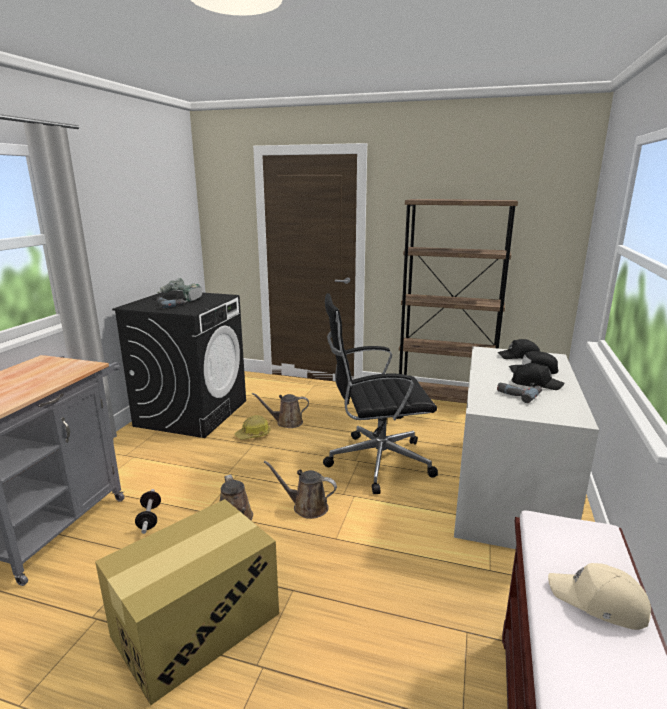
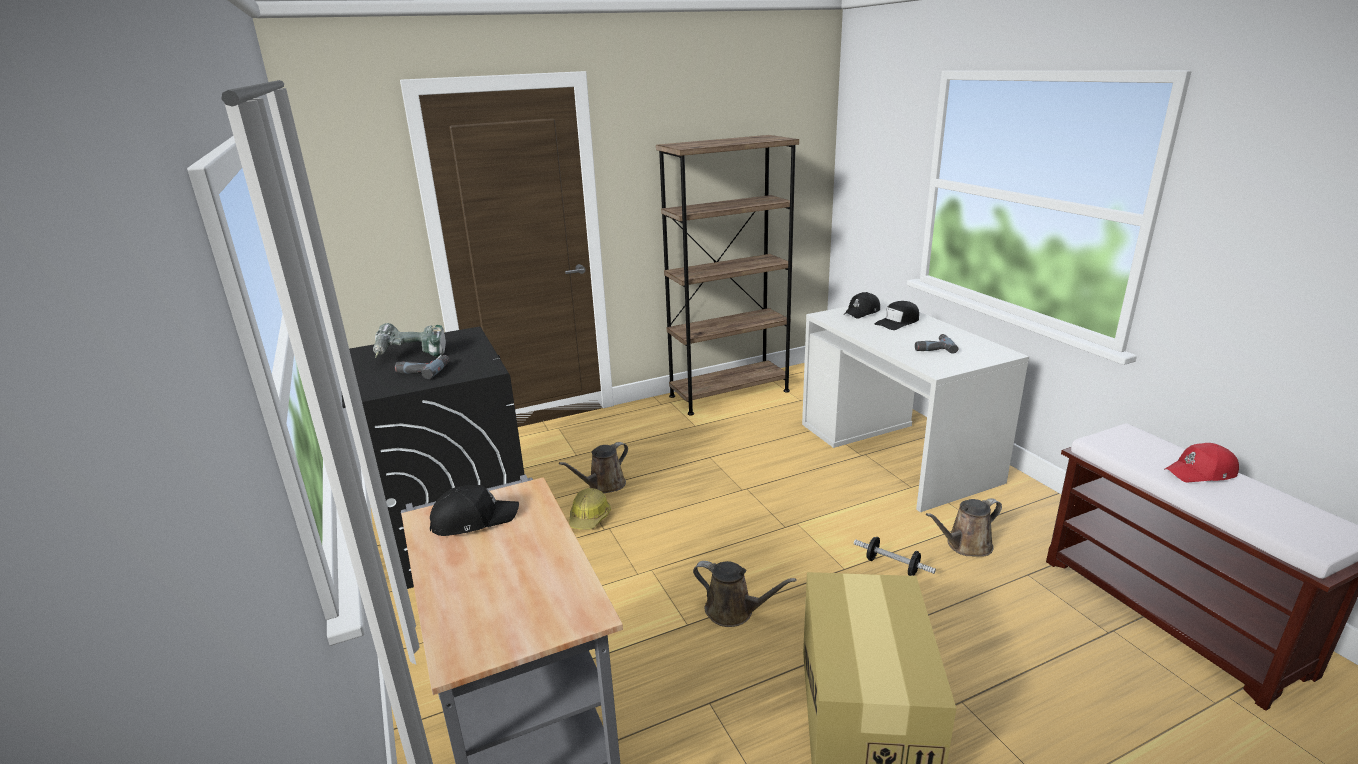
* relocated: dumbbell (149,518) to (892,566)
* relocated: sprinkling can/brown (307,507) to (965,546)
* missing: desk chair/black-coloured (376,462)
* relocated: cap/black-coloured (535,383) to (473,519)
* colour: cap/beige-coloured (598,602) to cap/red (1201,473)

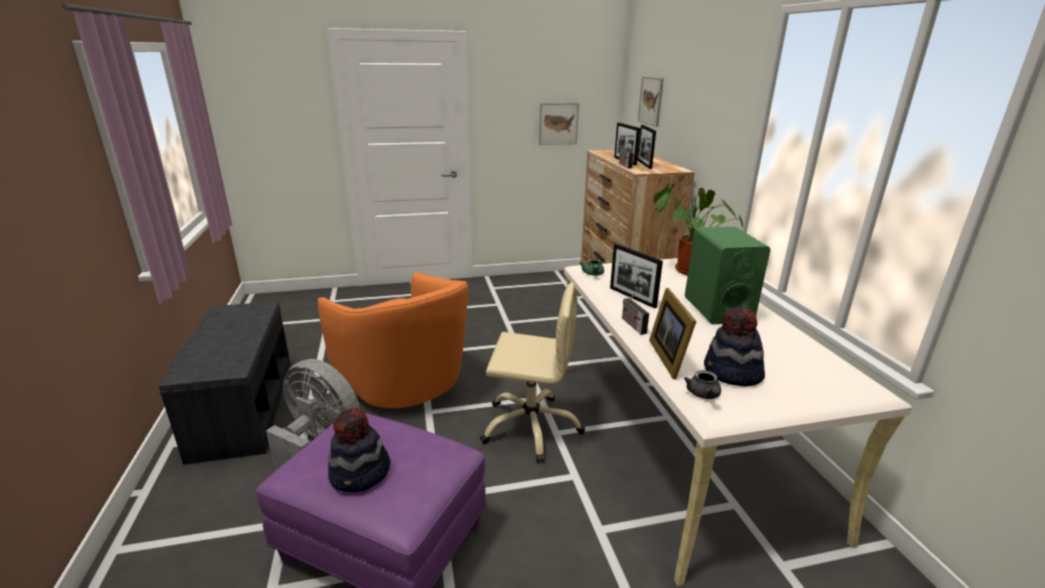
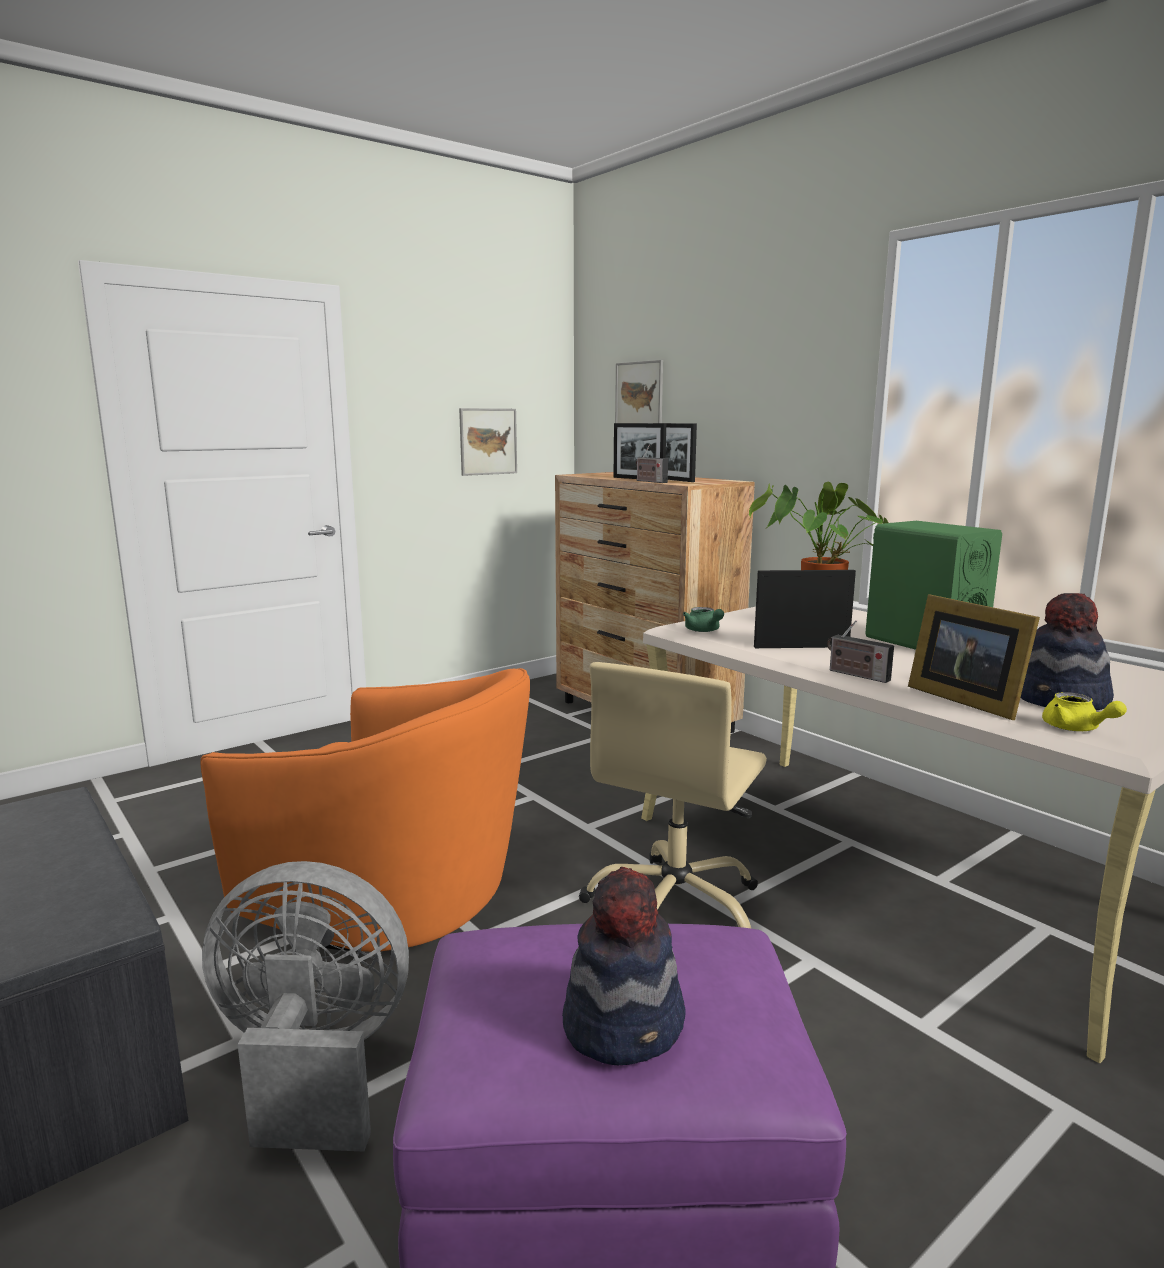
* spun: desk chair/beige-coloured (531,426) = (676,909) 135 degrees clockwise
* spun: photo frame (632,297) = (801,647) 150 degrees clockwise
* colour: tea pot/greyish (704,395) to tea pot/yellow-coloured (1076,729)

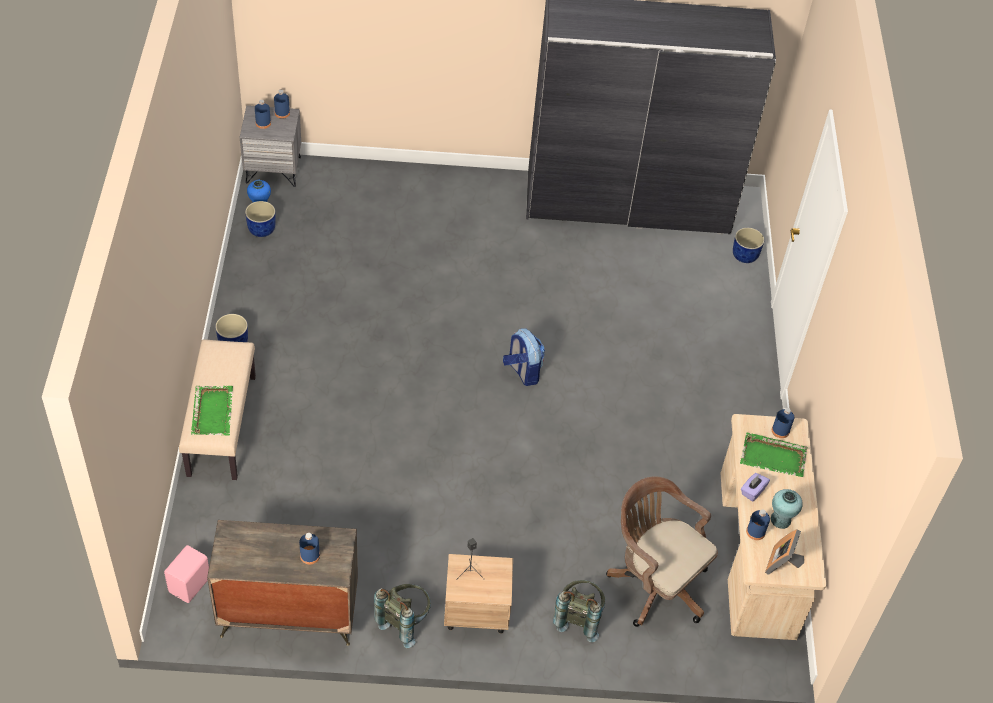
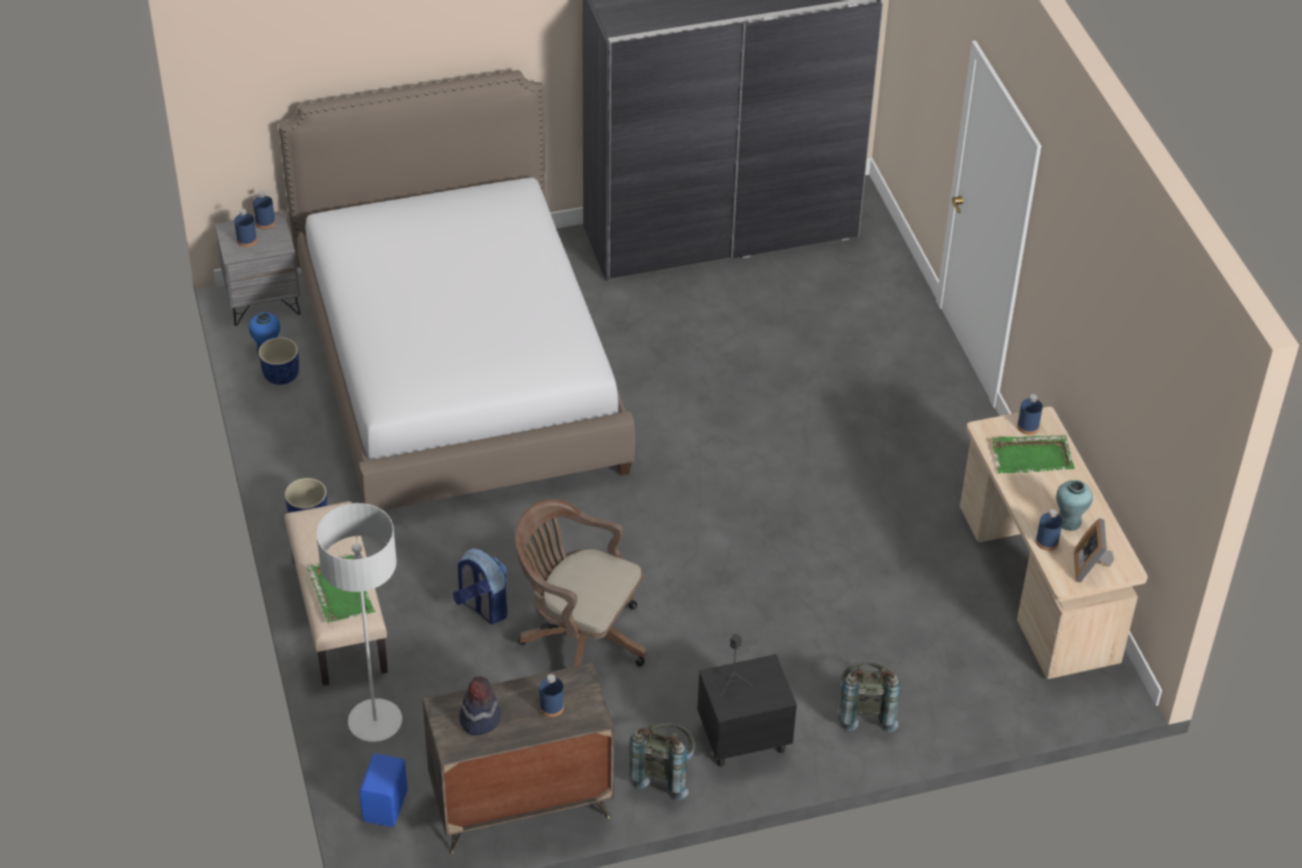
* colour: loudspeaker/pink-coloured (191,585) to loudspeaker/bluish (387,806)
* colour: nightstand/beige-coloured (475,612) to nightstand/black-coloured (742,738)
* relocated: backpack (522,371) to (482,607)
* relocated: desk chair/brown (654,582) to (578,637)
* missing: plant pot/bluish (744,255)
* missing: box of tissues/purple-coloured (752,491)
* appeared: bedroom bed (459,371)
* appeared: standing lamp/greyish (375,722)
* appeared: clothing hat (479,718)

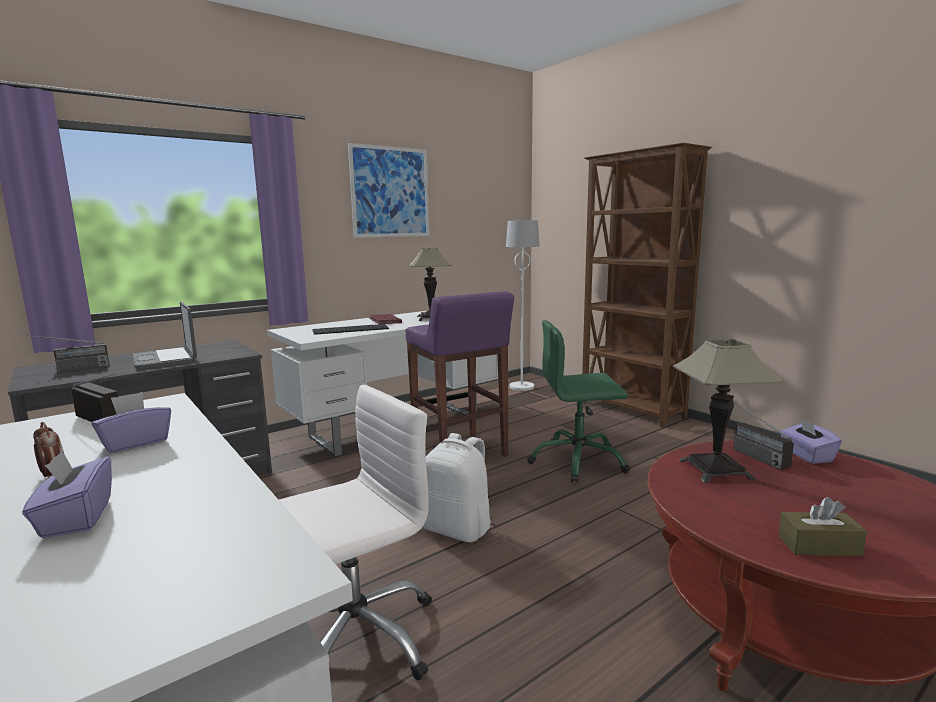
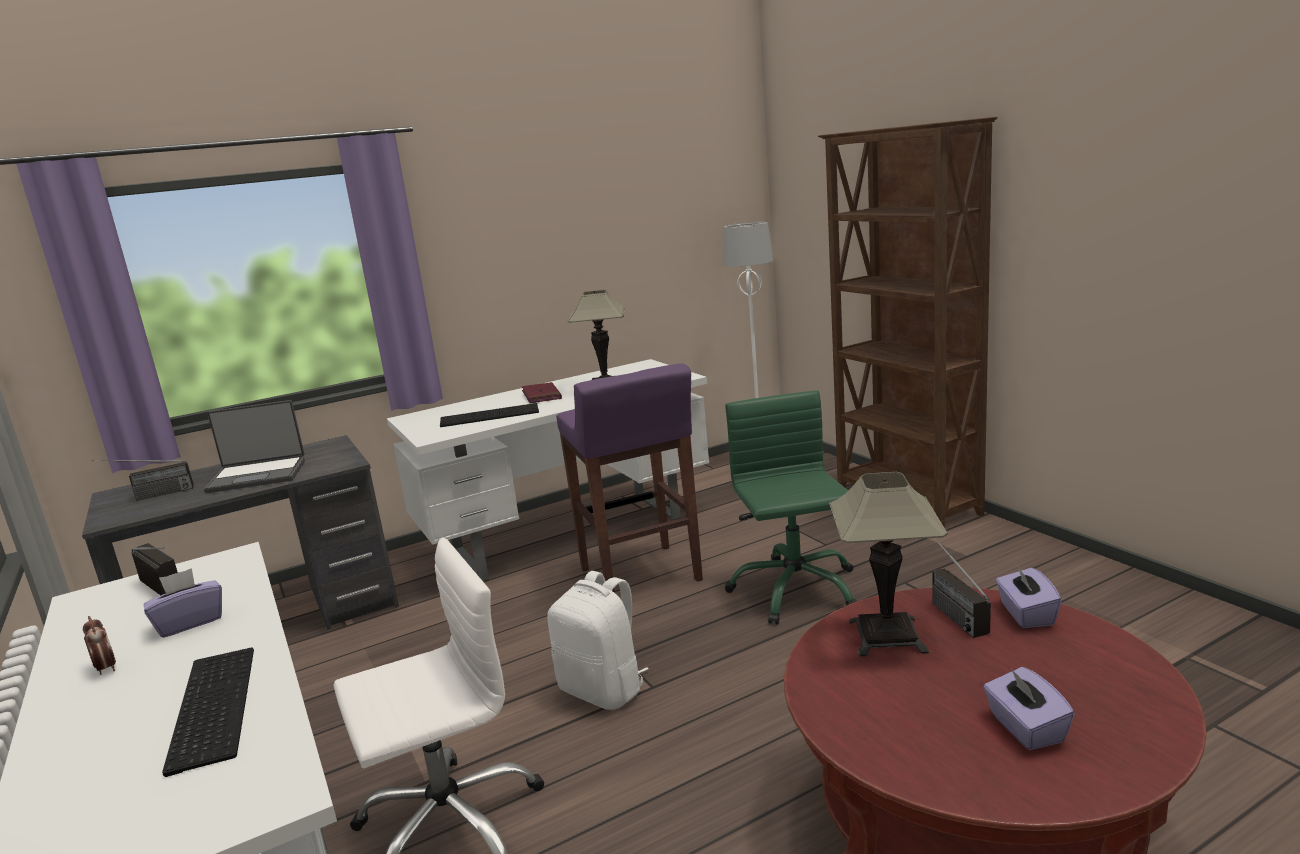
* relocated: box of tissues/purple-coloured (76,518) to (1025,728)
* spun: laptop (166,359) = (258,475) 75 degrees counterclockwise
* missing: picture (390,192)
* spun: desk chair/green-coloured (578,461) = (794,589) 75 degrees clockwise
* missing: box of tissues/brown (819,546)
* appeared: computer keyboard (209,706)

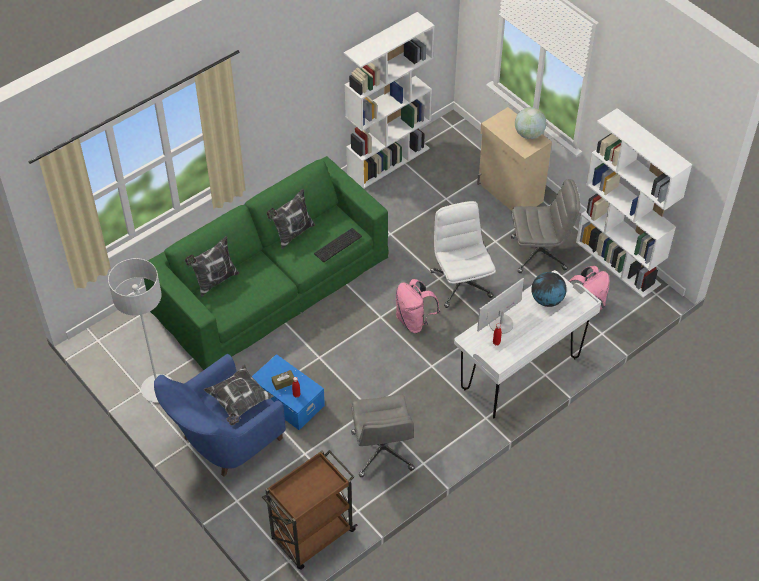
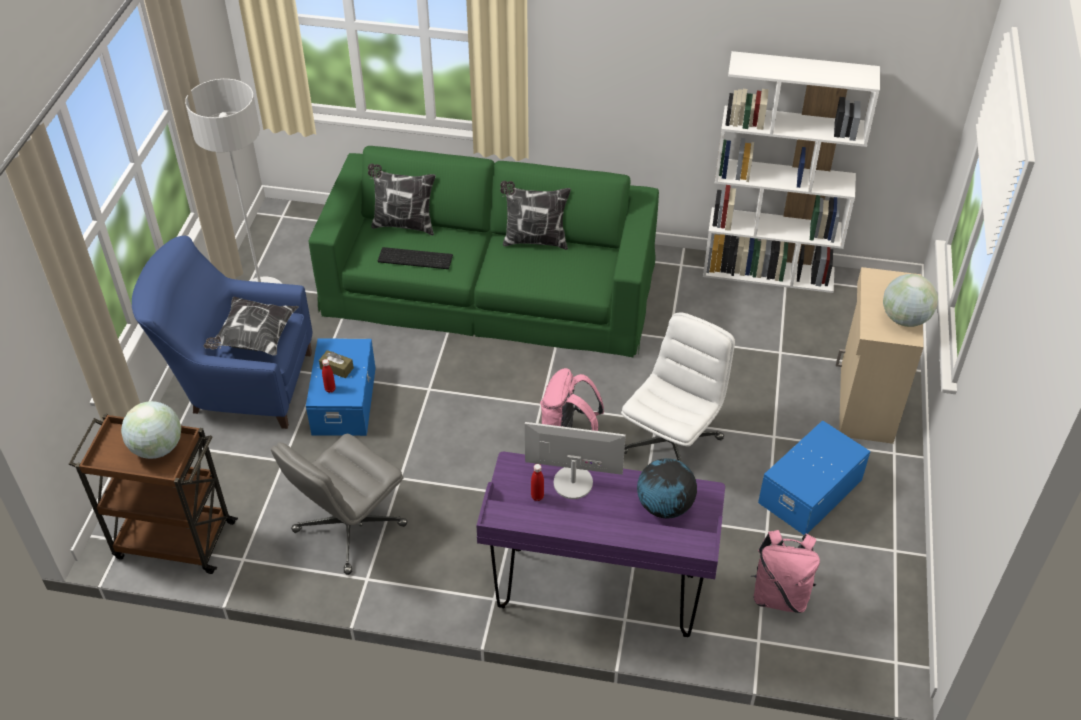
* relocated: computer keyboard (338,246) to (414,259)
* colour: desk table/white (520,374) to desk table/purple-coloured (598,592)
* exchanged: desk chair/greyish (539,253) to storage box/bluish (809,491)
* missing: shelving unit/white (618,263)
* appeared: world globe (157,448)

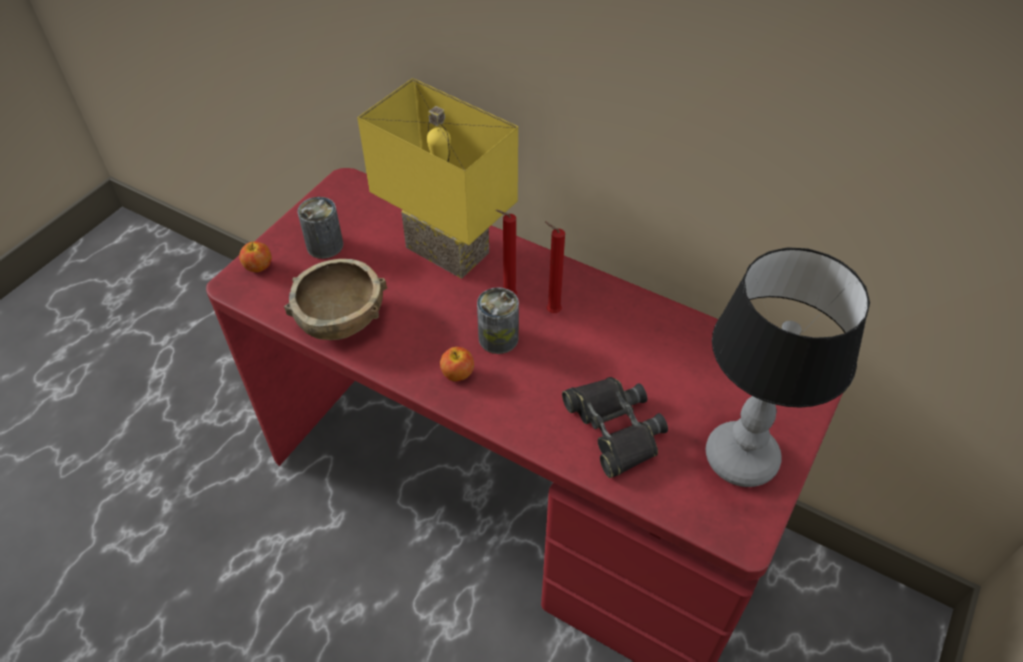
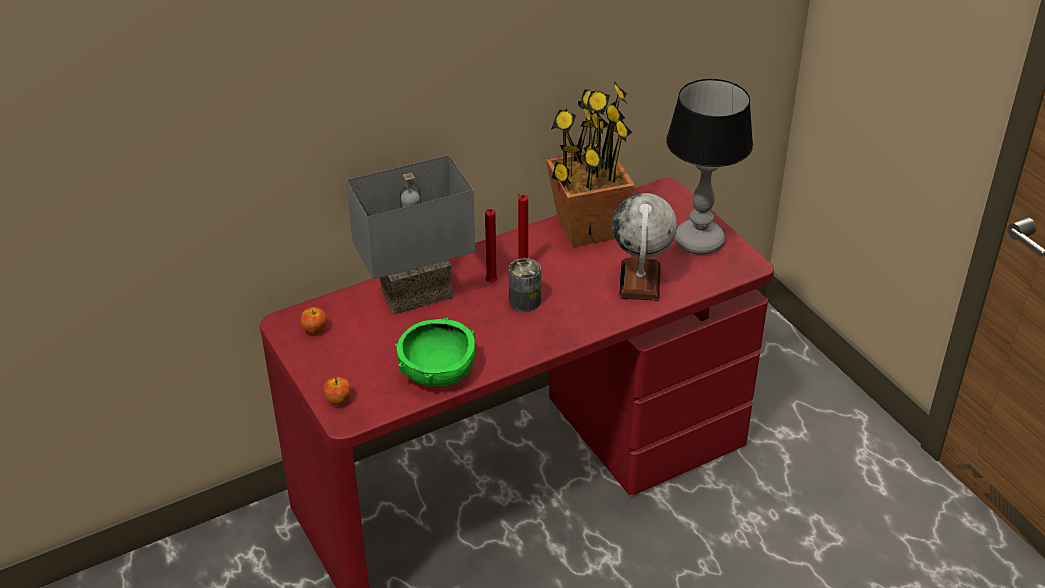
* colour: deep dish/brown (341,318) to deep dish/green-coloured (438,370)
* missing: metal can (325,245)
* colour: lamp for a table/yellow-coloured (451,248) to lamp for a table/greyish (416,292)
* relocated: apple (457,374) to (315,330)
* exchanged: binoculars/black-coloured (614,428) to world globe (640,281)
* appeared: plant in a pot (586,229)

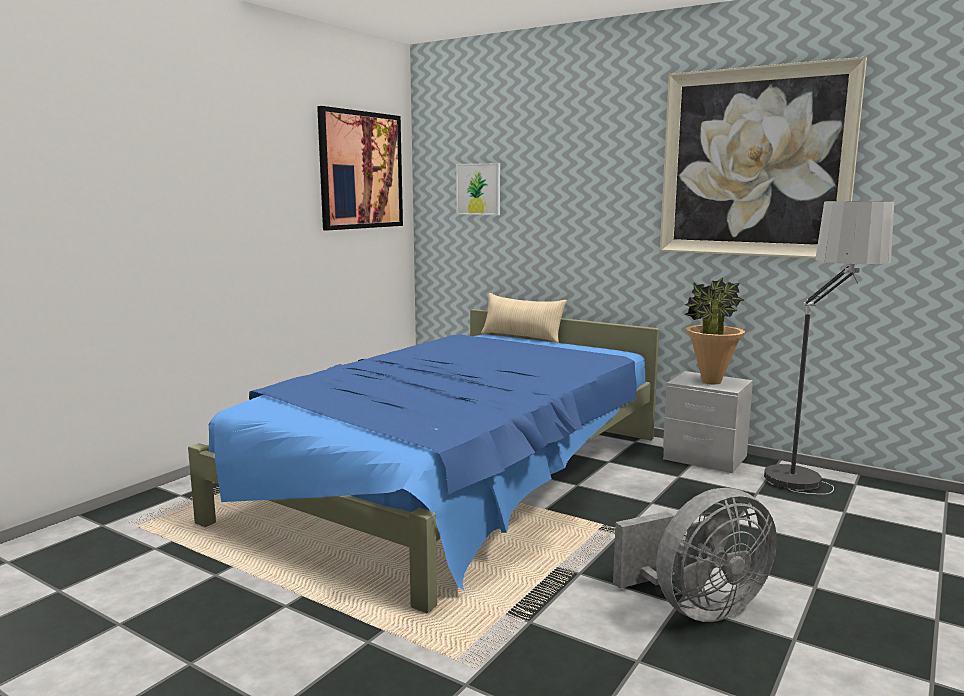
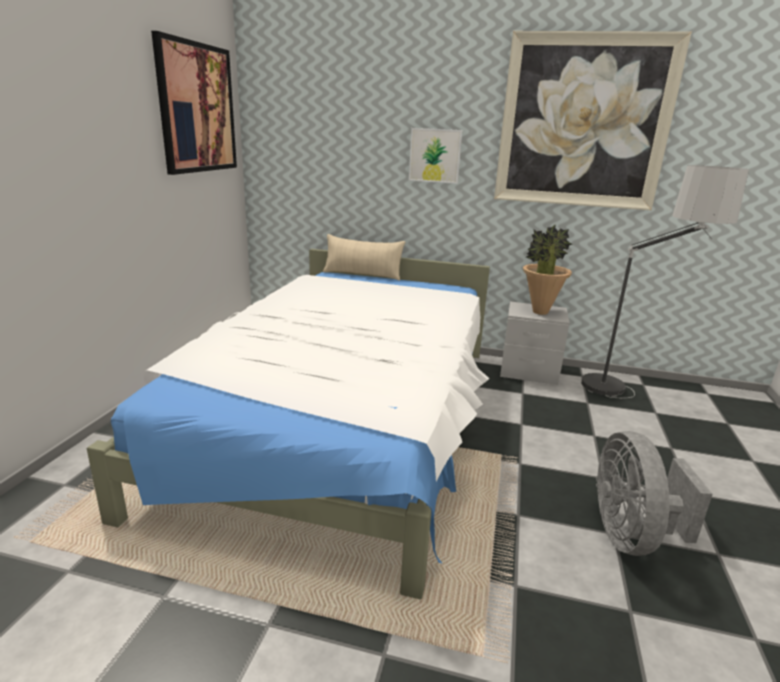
* colour: bedroom bed/bluish (455,477) to bedroom bed/white (345,418)
* relocated: picture (478,189) to (435,155)
* spun: fan/greyish (697,608) = (631,536) 135 degrees clockwise

